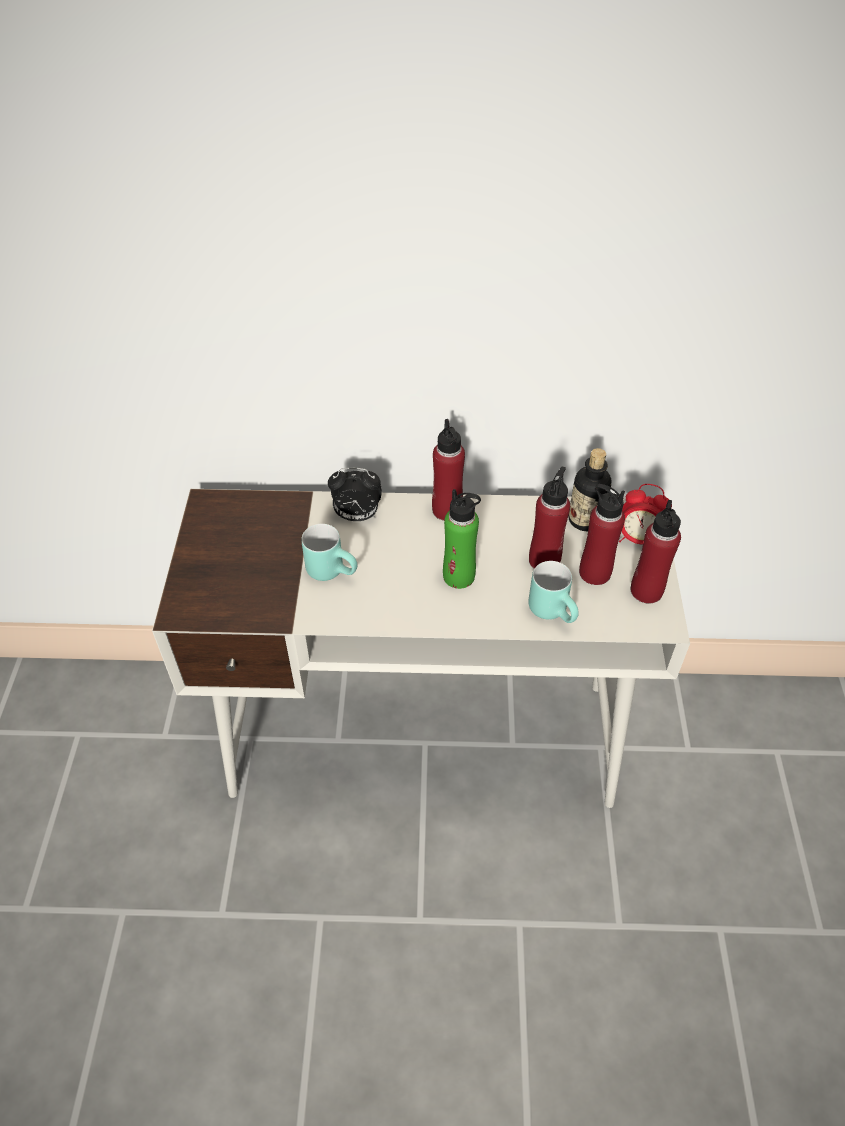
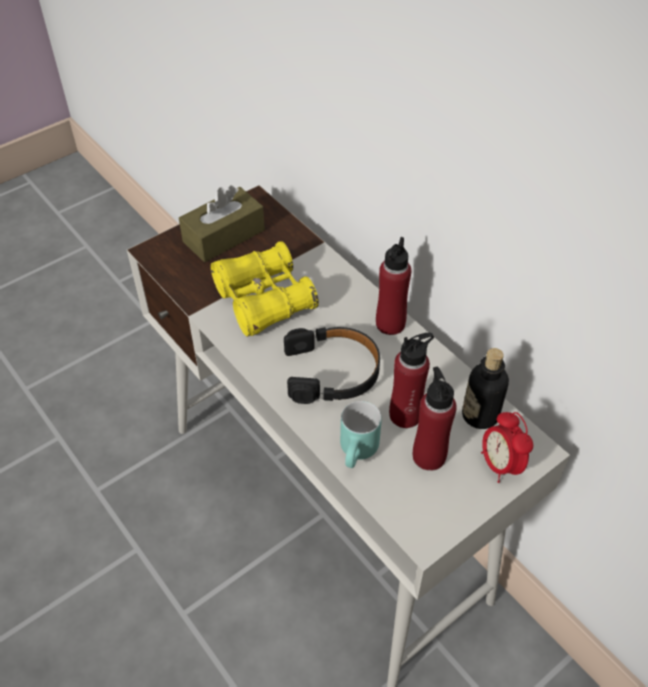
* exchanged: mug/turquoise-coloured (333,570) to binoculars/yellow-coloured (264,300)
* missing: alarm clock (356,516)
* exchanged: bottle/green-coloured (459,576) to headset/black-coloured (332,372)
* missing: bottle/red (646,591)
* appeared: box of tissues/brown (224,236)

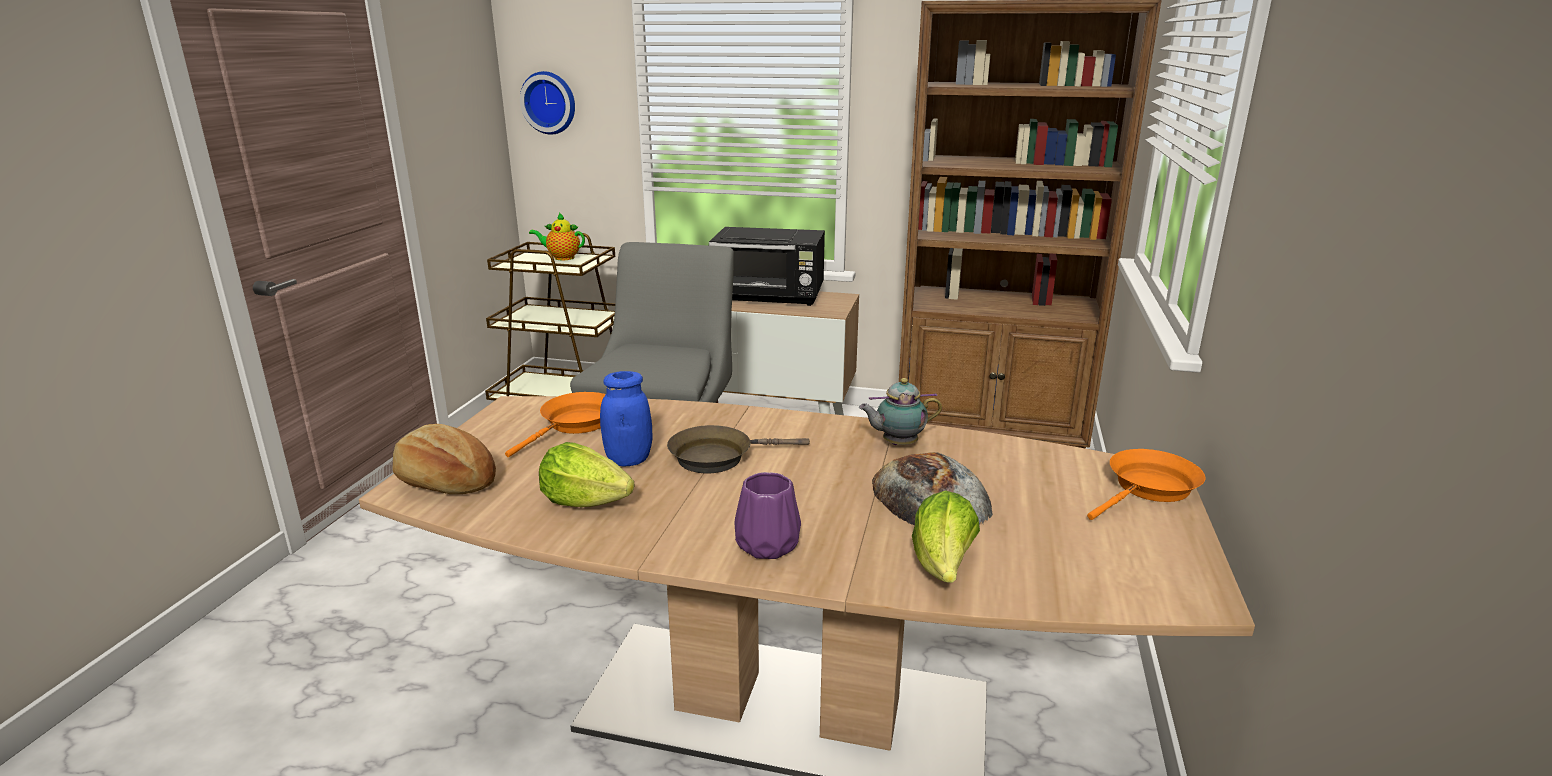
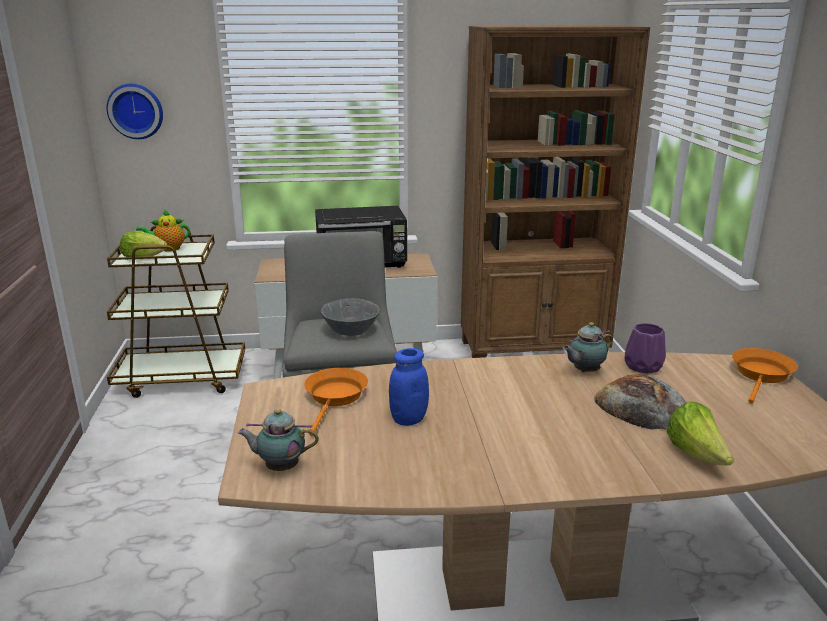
* exchanged: bakery bread (445,482) to tea pot (280,467)
* relocated: lettuce head (585,502) to (143,258)
* missing: pan/brown (717,457)
* relocated: vase/purple-coloured (766,546) to (643,367)
* appeared: deep dish/greyish (351,330)

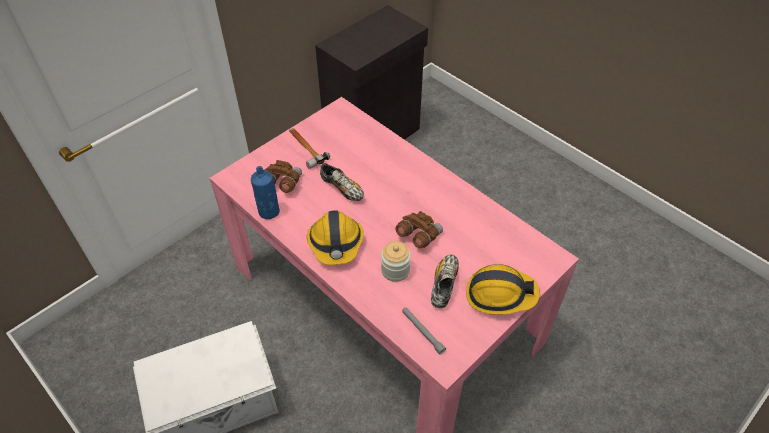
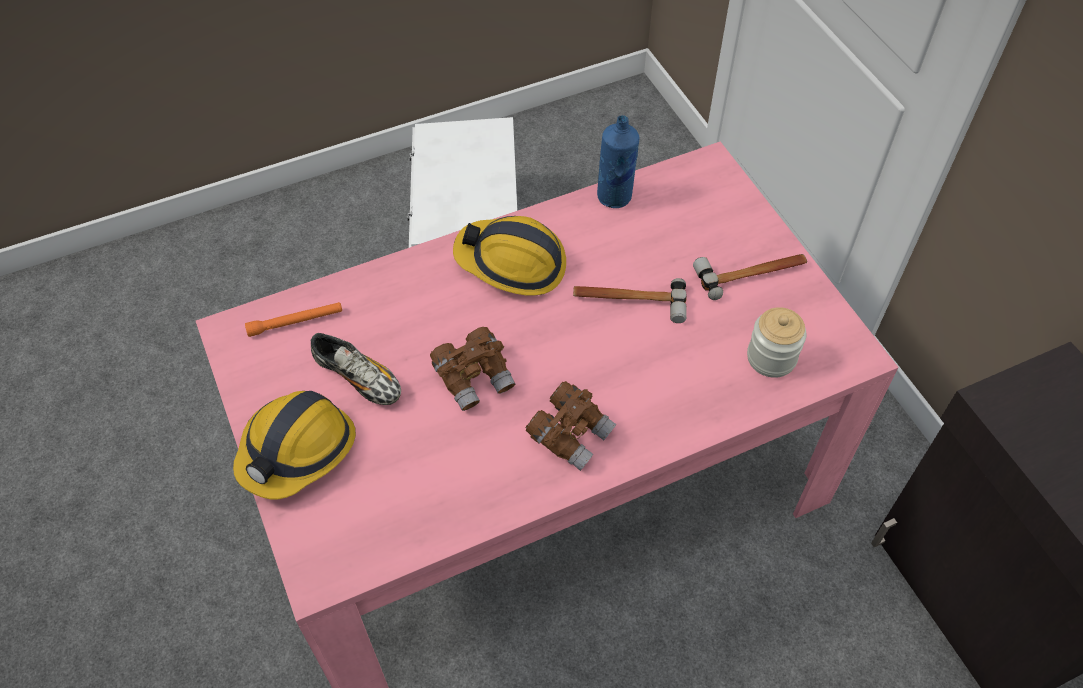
* relocated: binoculars/brown (282,184) to (570,434)
* exchanged: item of footwear (342,189) to hammer (629,301)
* relocated: jar (395,270) to (771,357)
* colour: torch/greyish (422,332) to torch/orange-coloured (295,322)

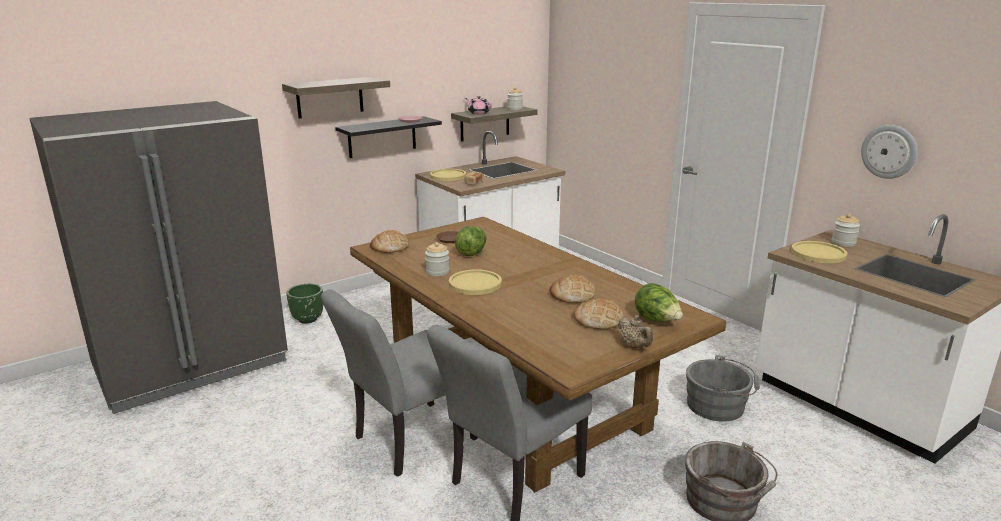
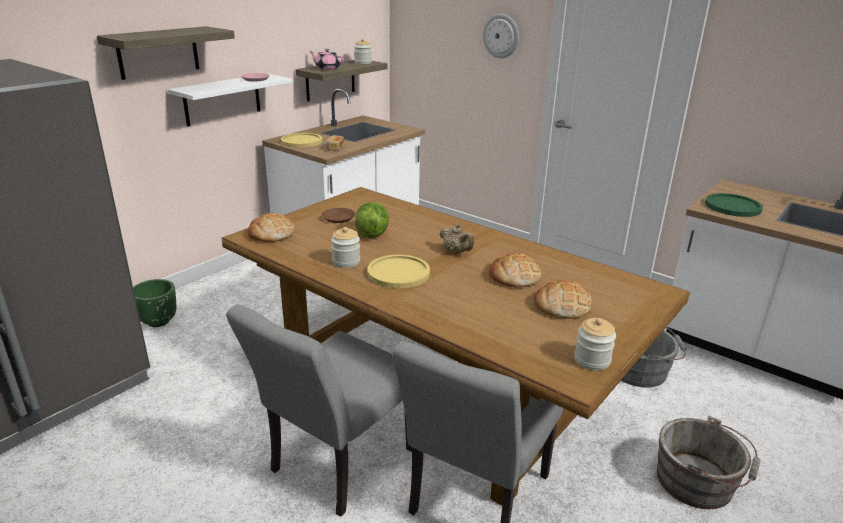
* colour: wall shelf/black-coloured (382,137) to wall shelf/white (222,99)
* relocated: tea pot/beige-coloured (634,346) to (456,252)
* missing: lettuce head (657,321)
* colour: plate/yellow-coloured (818,253) to plate/green-coloured (732,206)
* relocated: jar (843,243) to (592,360)
* relocated: wall clock (889,151) to (501,36)

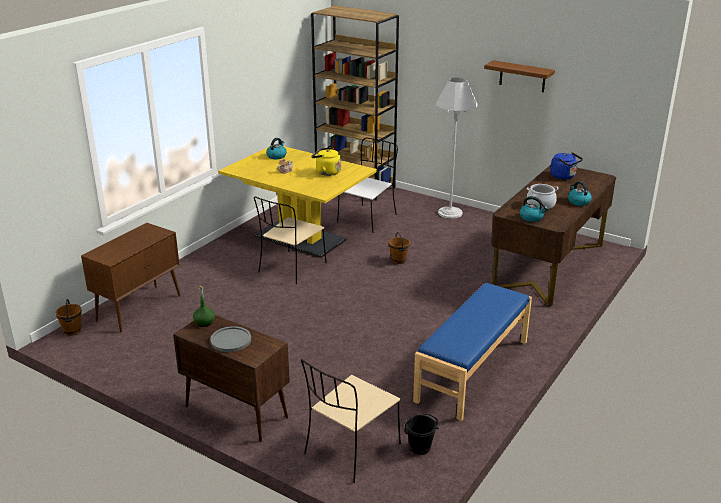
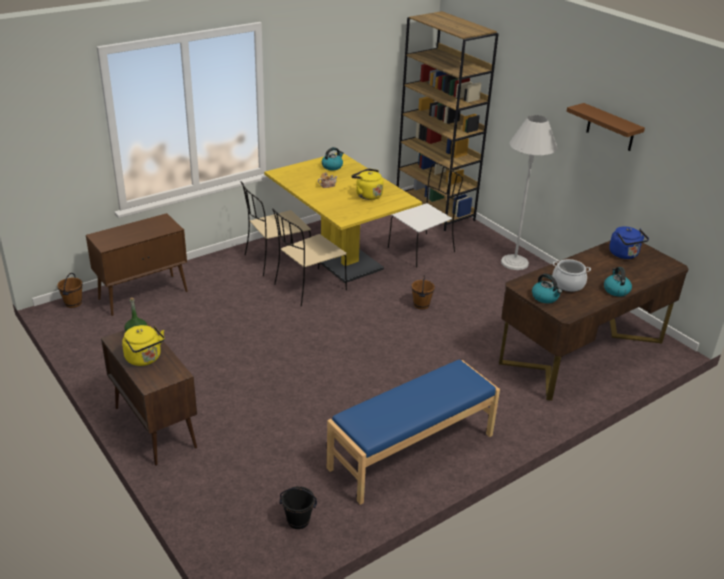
* exchanged: plate/greyish (231,340) to water kettle/yellow-coloured (145,359)
* relocated: plain chair/beige-coloured (351,450) to (276,260)

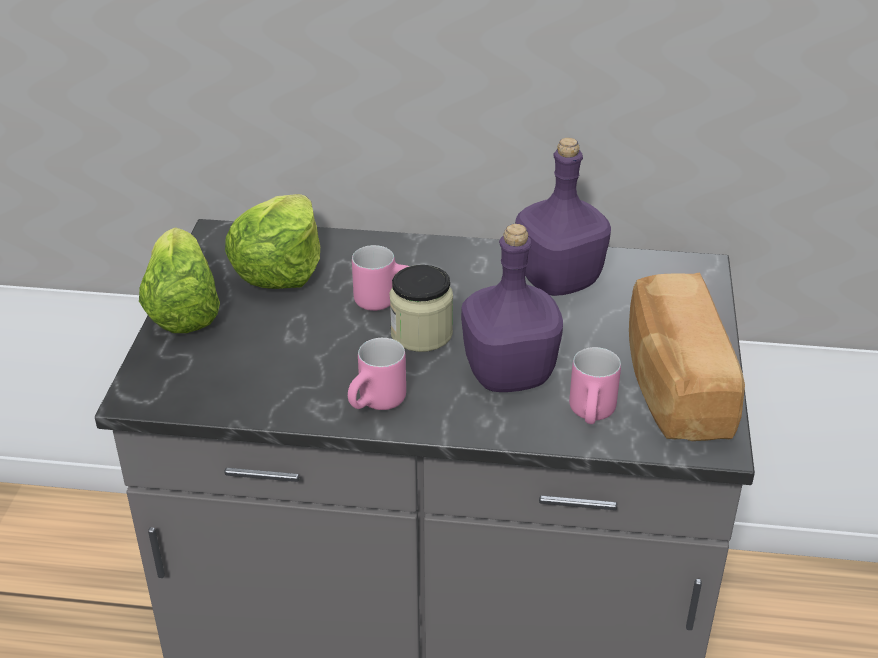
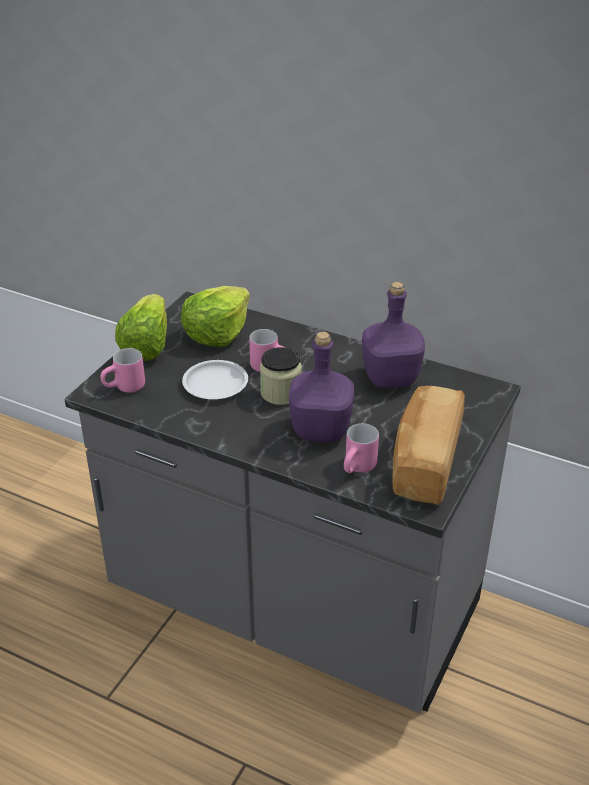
* relocated: mug/pink-coloured (378,405) to (125,389)
* appeared: plate/white (216,384)

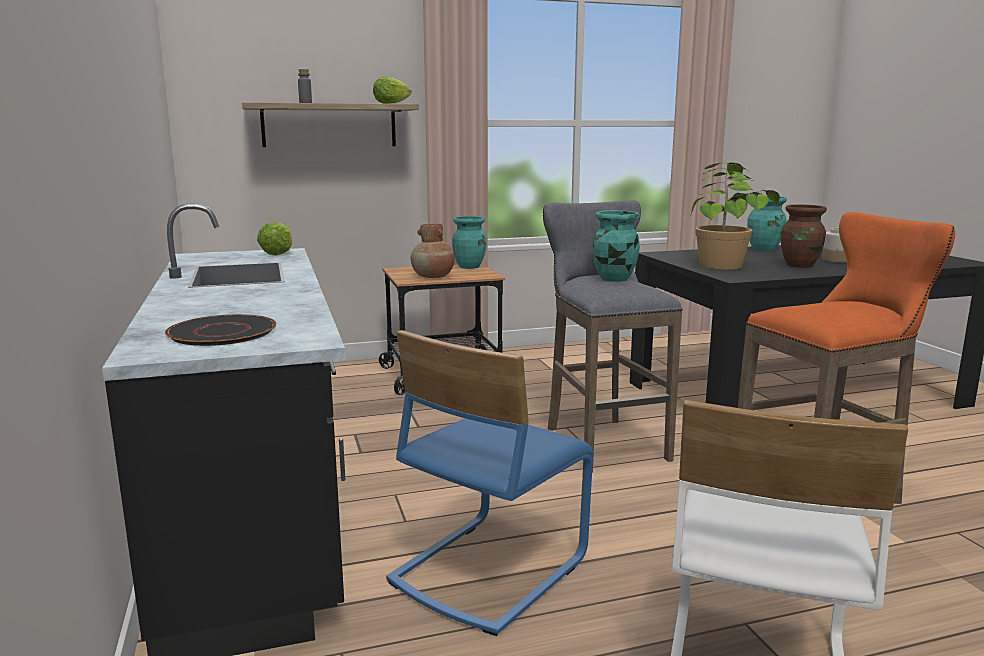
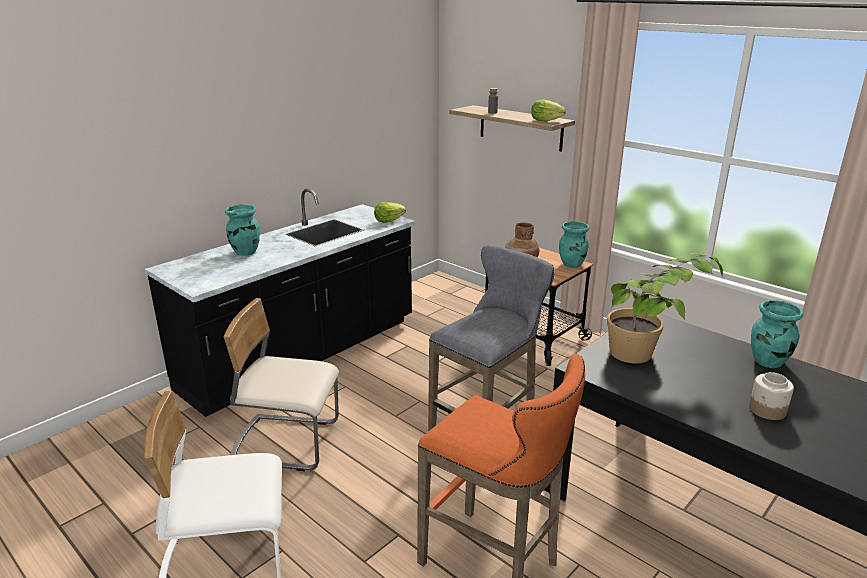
* missing: plate/black-coloured (223,332)
* colour: plain chair/bluish (487,569) to plain chair/beige-coloured (286,442)
* relocated: vase/turquoise-coloured (614,279) to (245,252)
* missing: vase/brown (800,265)

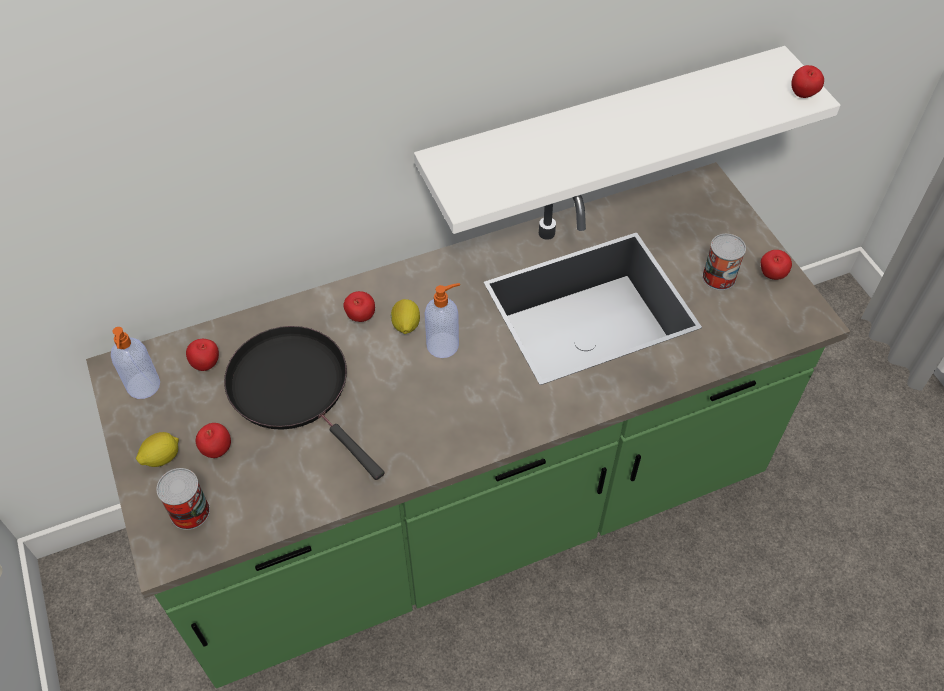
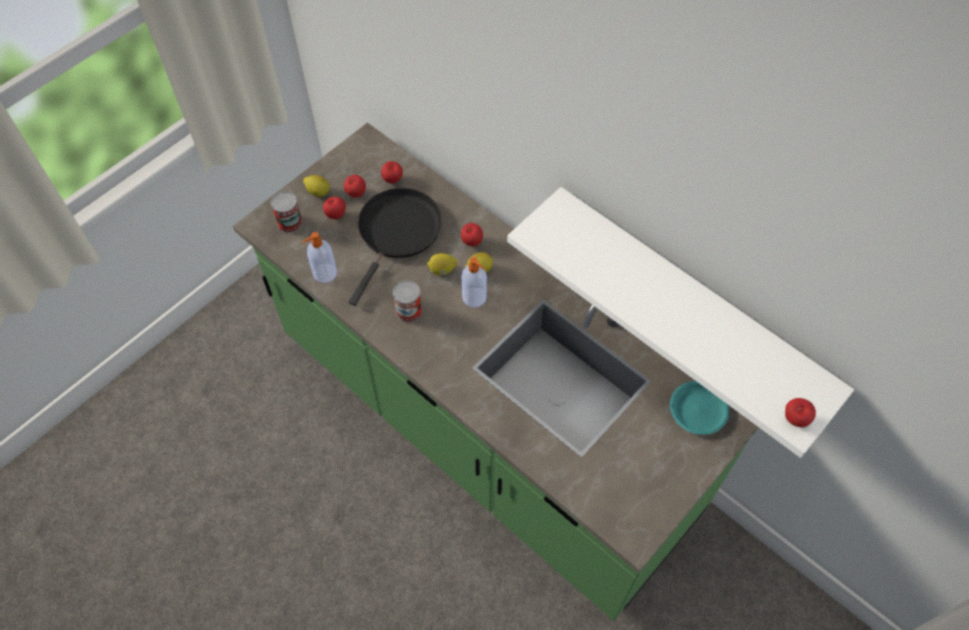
* relocated: soap dispenser (143,386) to (324,273)
* relocated: metal can (719,277) to (409,311)
* relocated: apple (771,276) to (356,194)
* appeared: lemon (442,270)
* appeared: plate/turquoise-coloured (697,410)

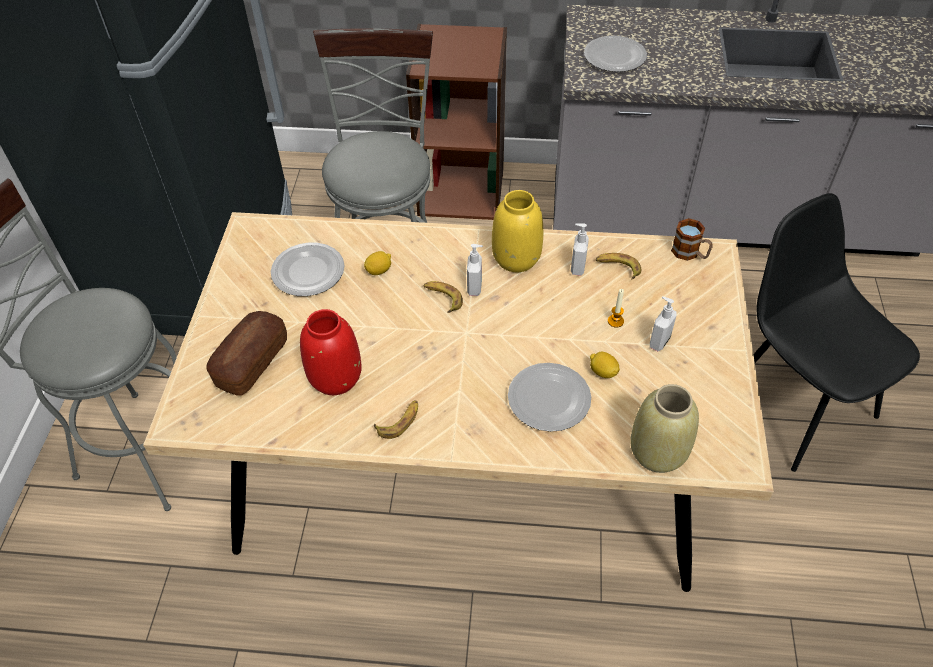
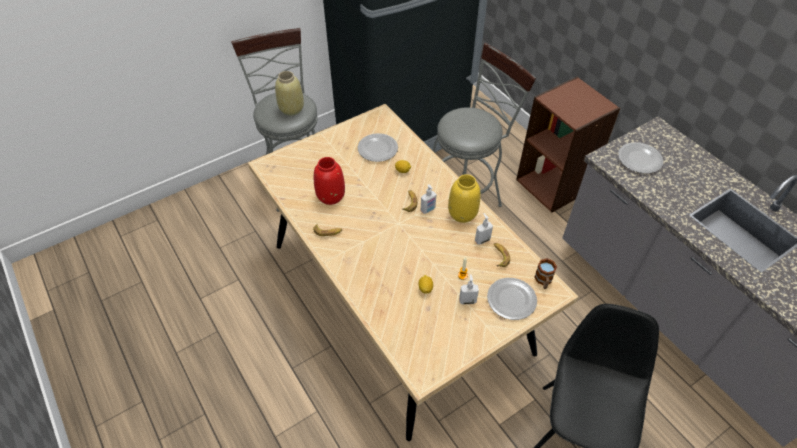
* missing: bakery bread (251,362)
* relocated: plate (550,399) to (511,300)
* relocated: vase/beige-coloured (658,451) to (292,109)

